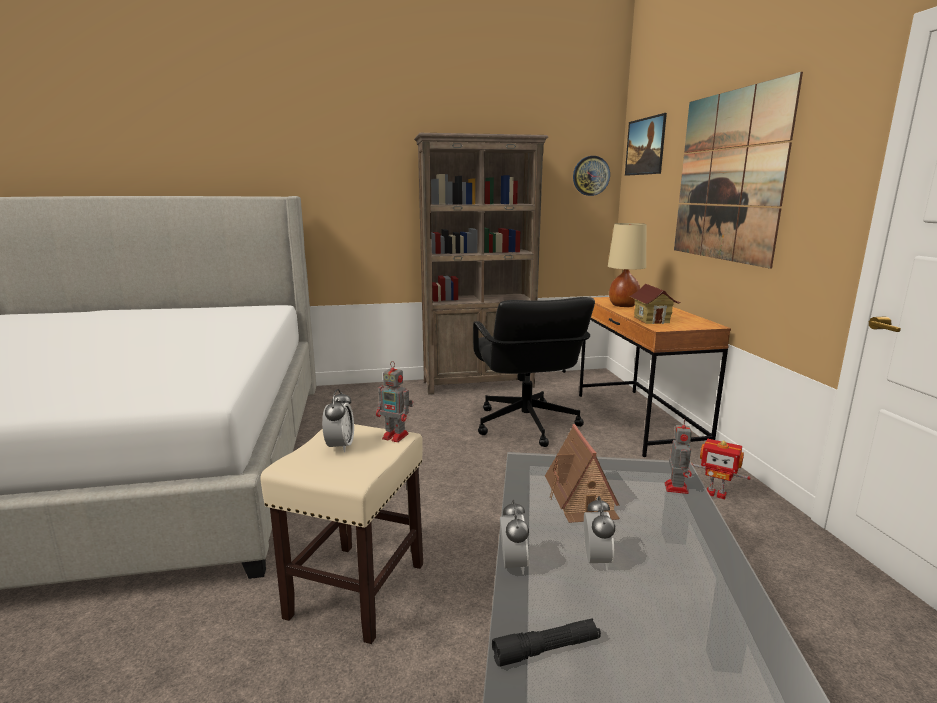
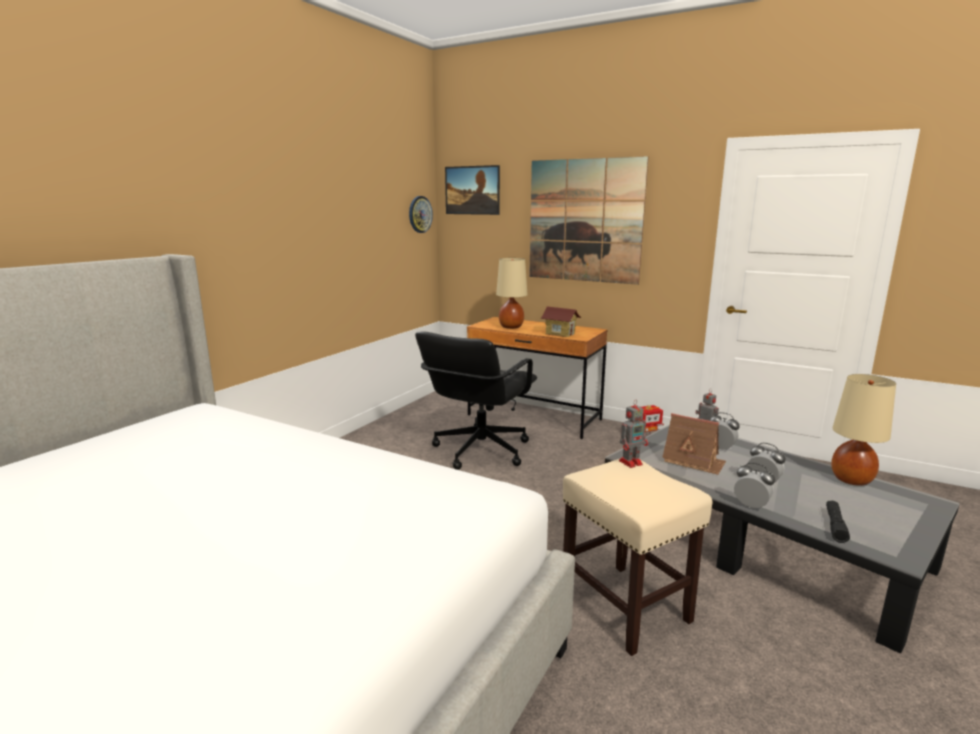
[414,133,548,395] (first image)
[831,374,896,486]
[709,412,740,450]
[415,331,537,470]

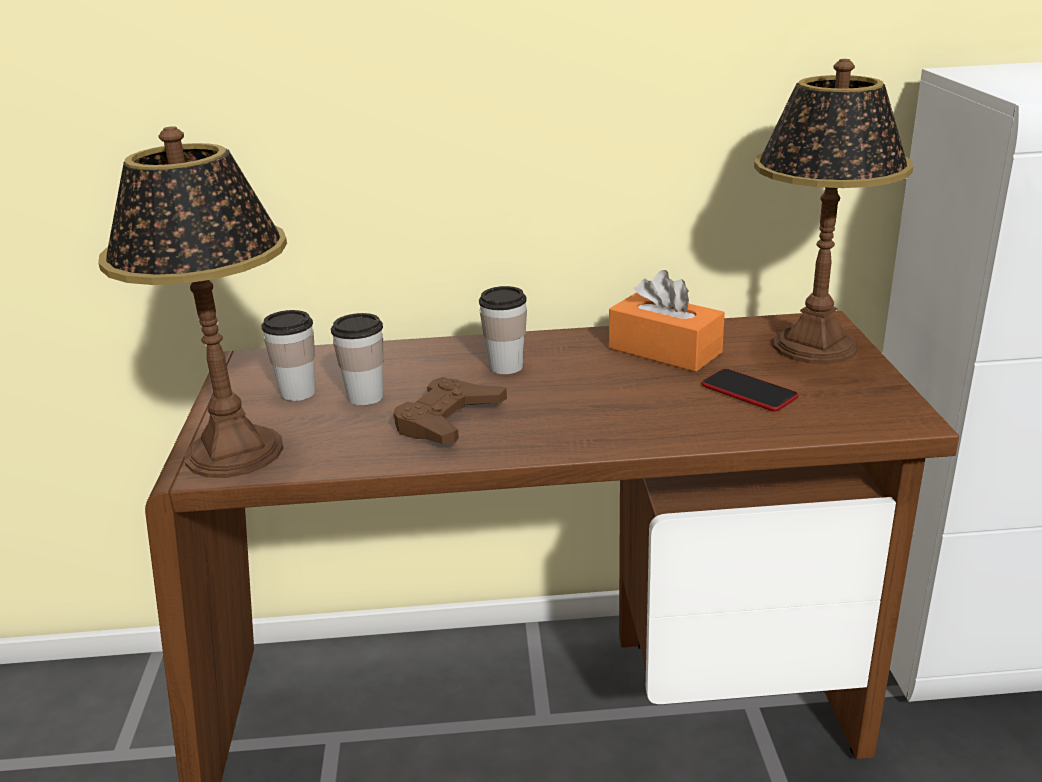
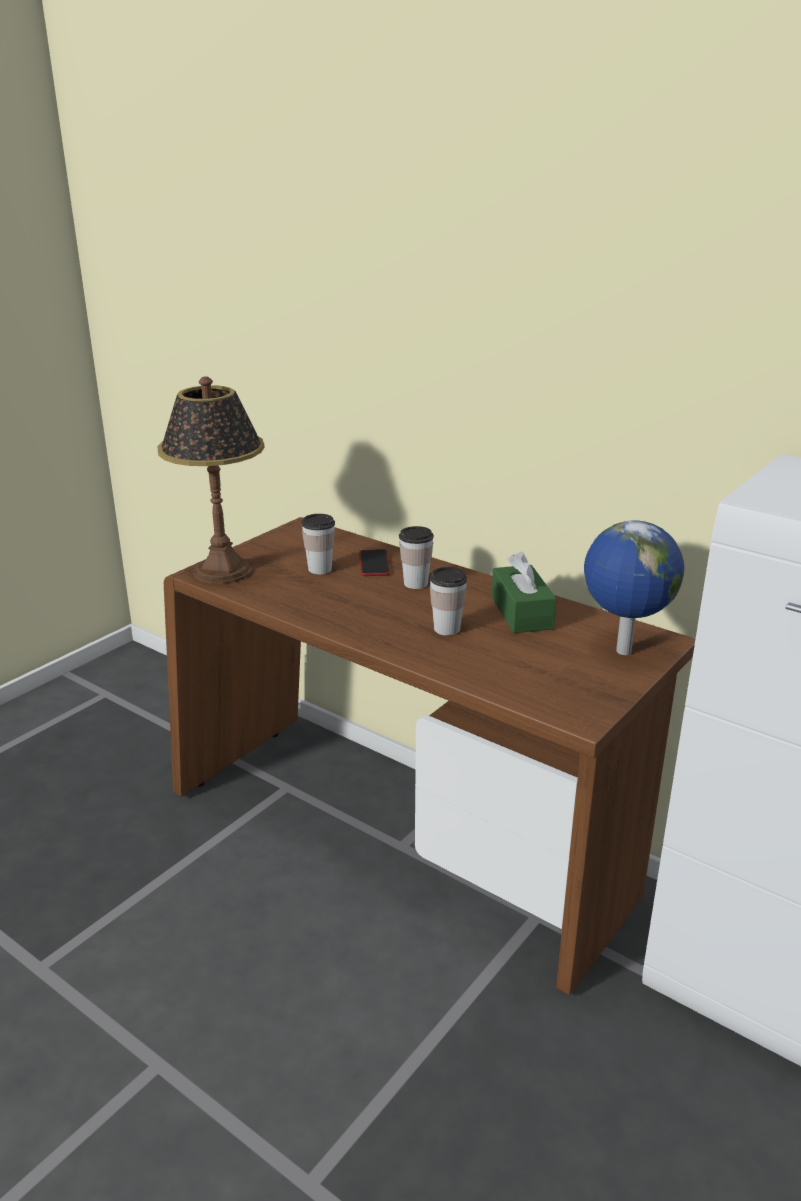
[393,377,507,444] (first image)
[430,567,467,636]
[359,549,390,576]
[584,521,684,655]
[492,552,557,633]

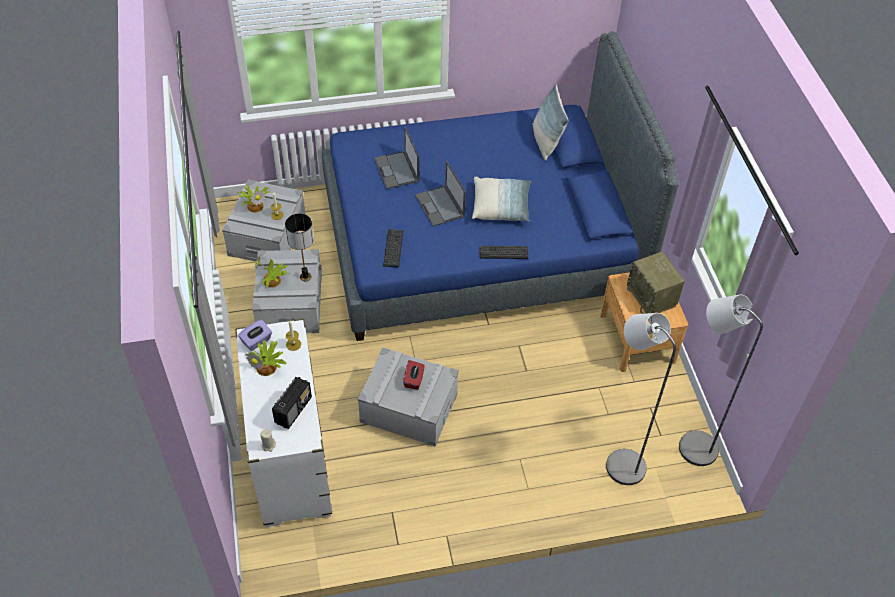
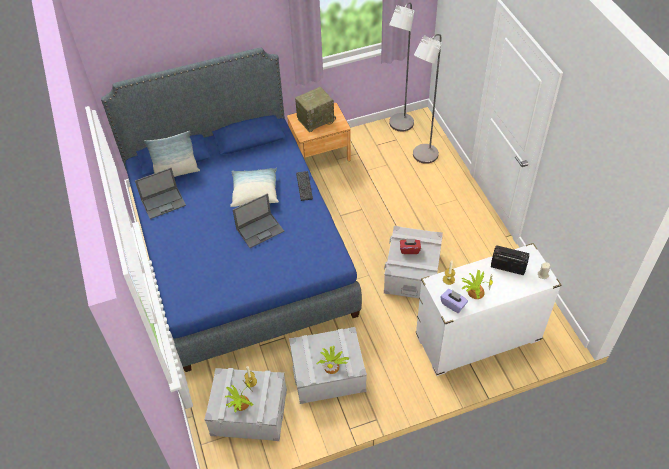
[285,214,314,281] (first image)
[383,229,403,267] (first image)
[135,168,186,219]

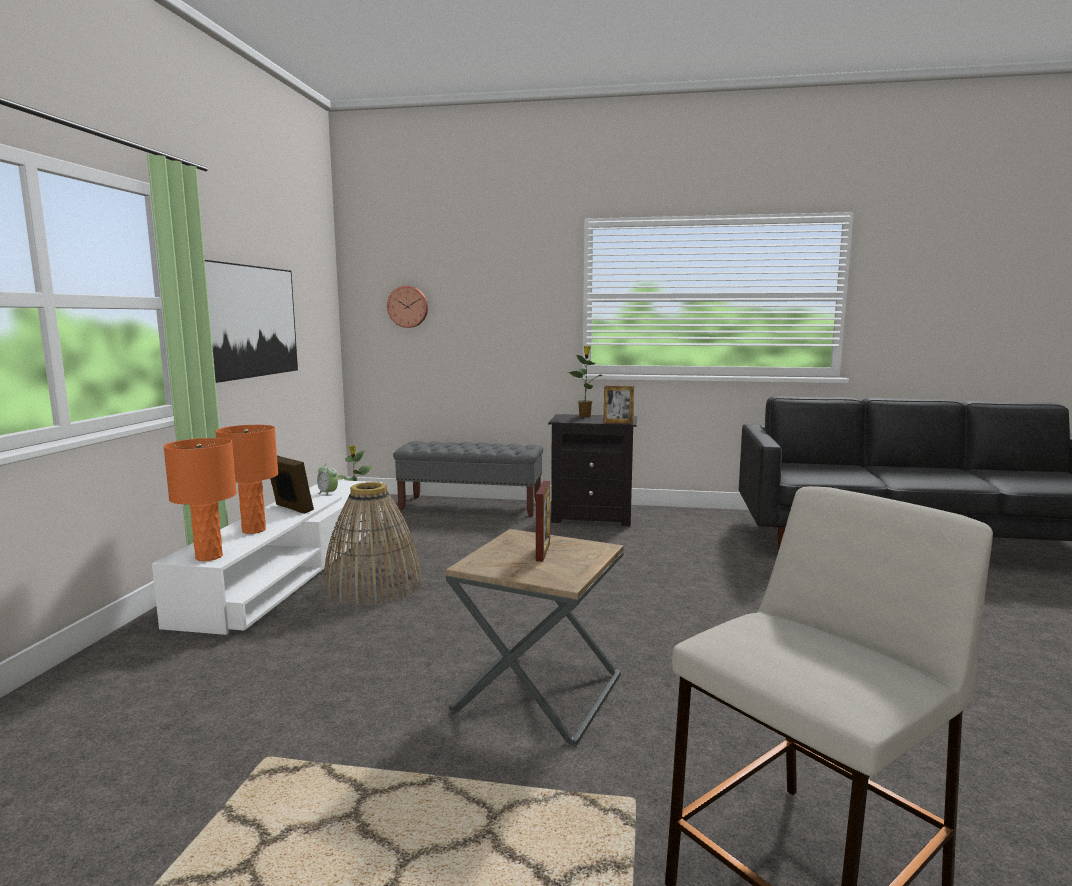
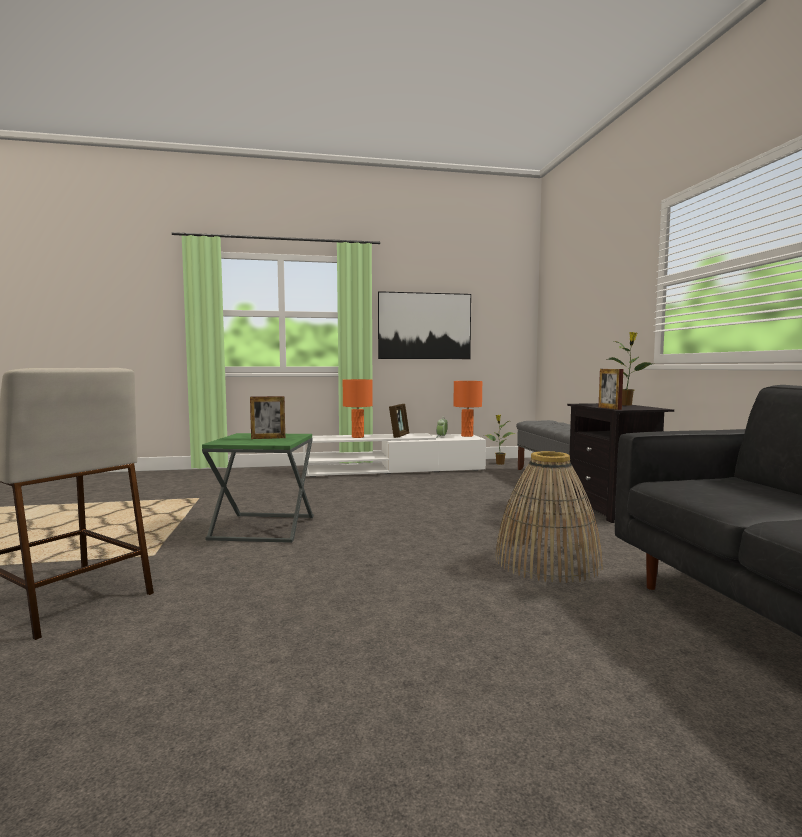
[387,286,428,328] (first image)
[453,381,483,437]
[495,451,602,583]
[202,433,314,543]

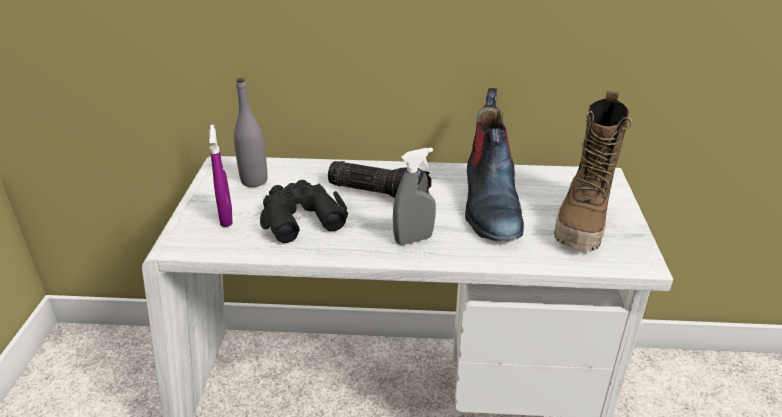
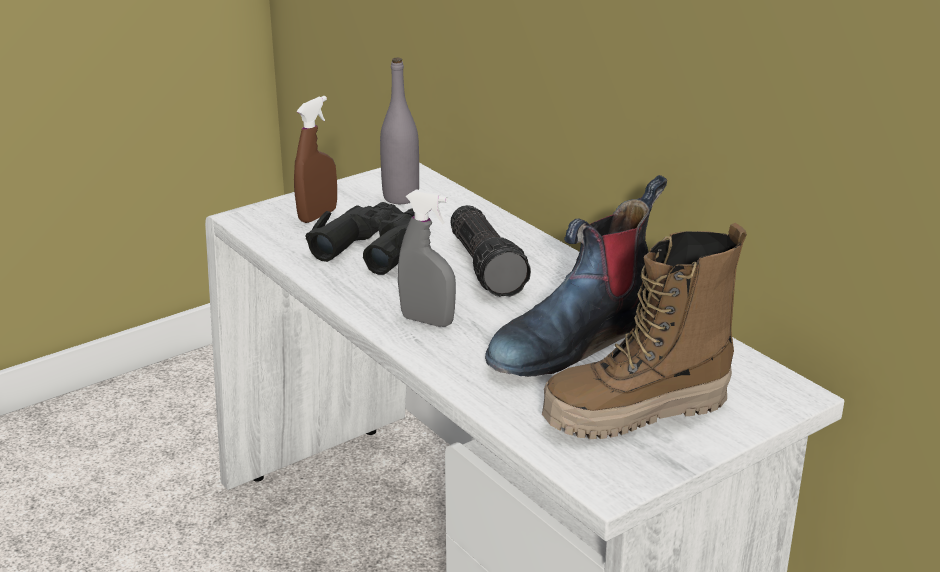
[294,96,337,223]

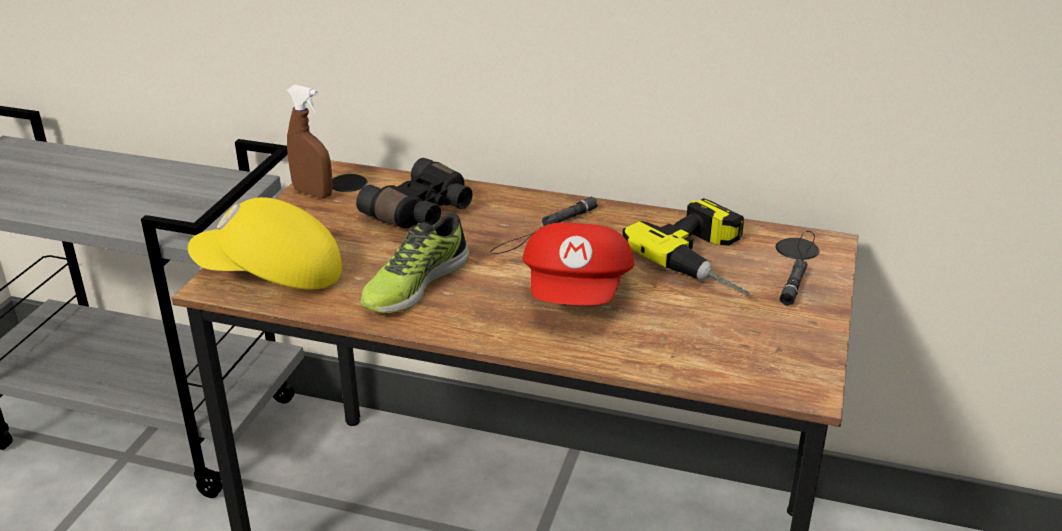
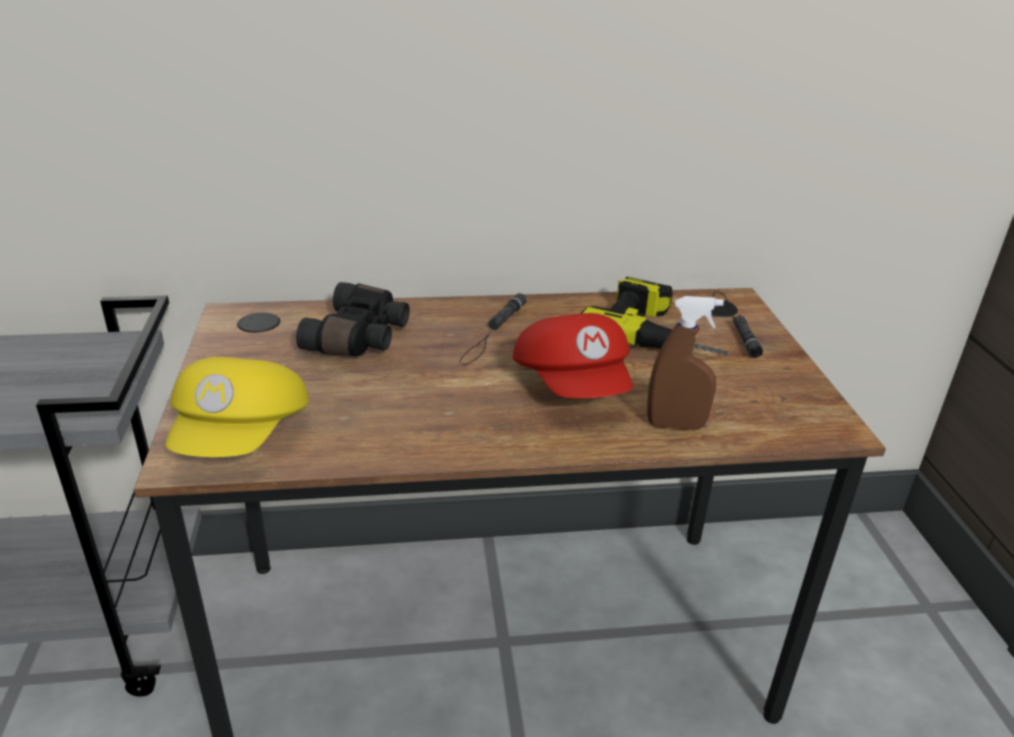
[361,213,469,313] (first image)
[647,296,724,430]
[165,357,309,457]

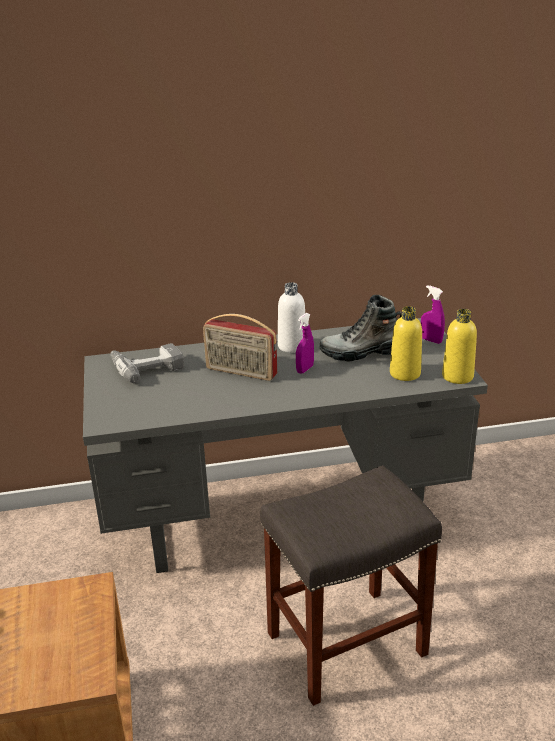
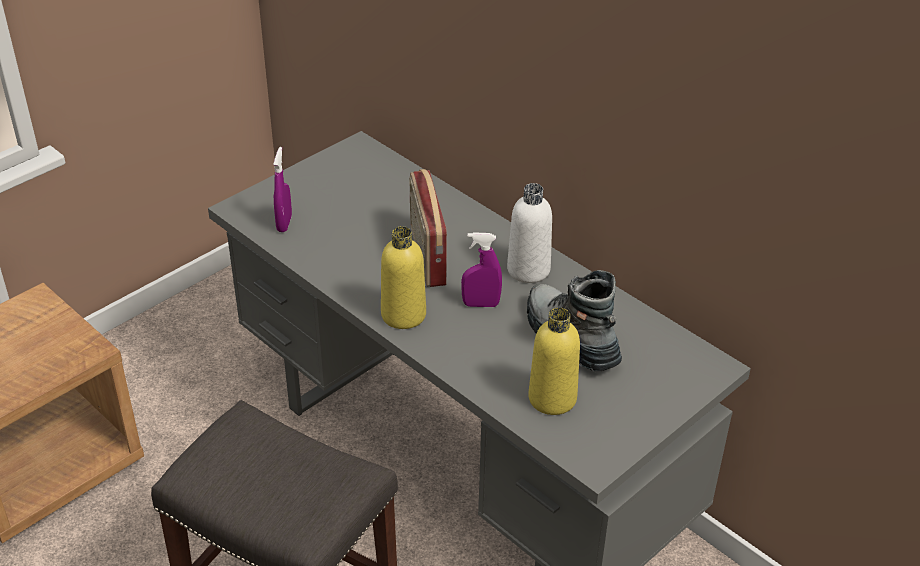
[111,343,185,383] (first image)
[273,147,292,232]
[381,226,426,329]

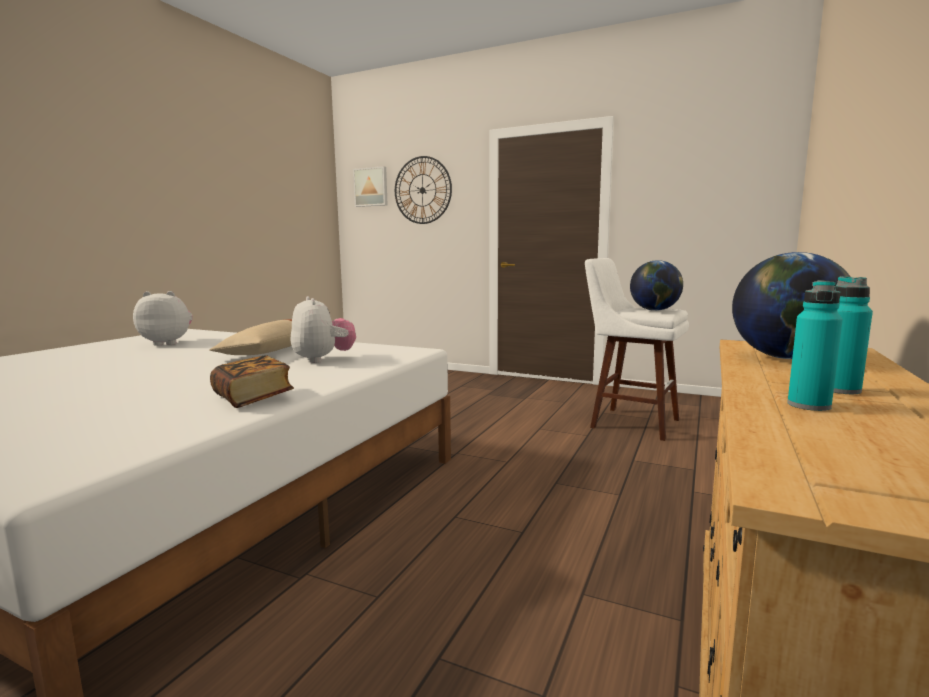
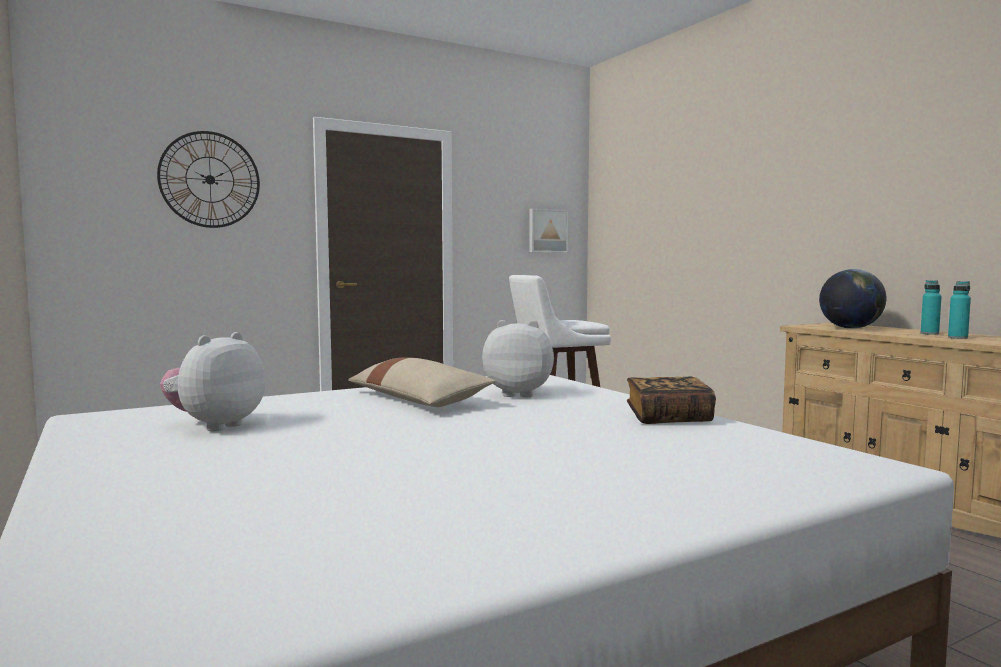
[630,260,683,311] (first image)
[529,208,568,253]

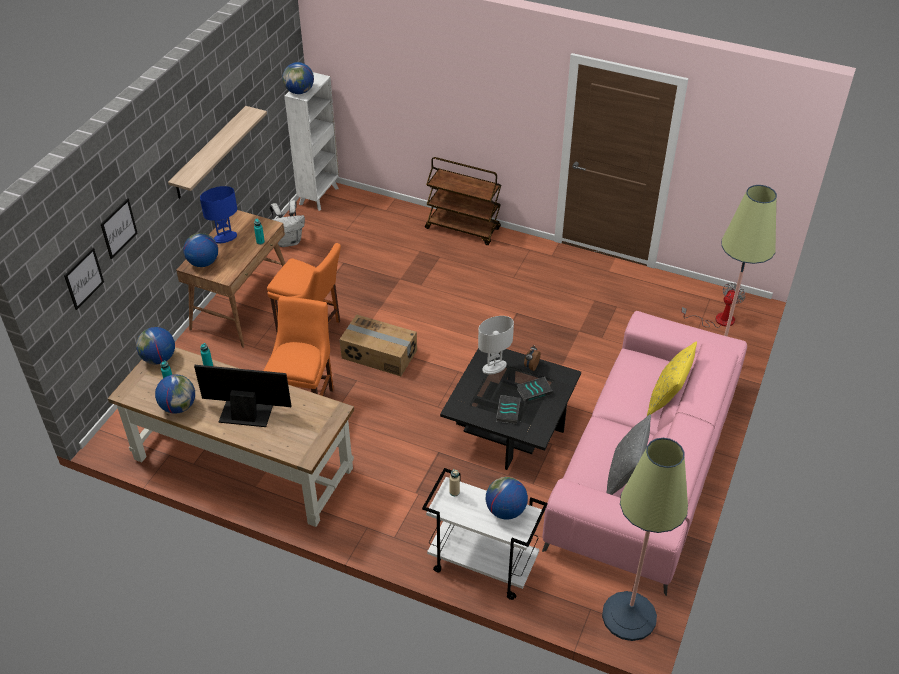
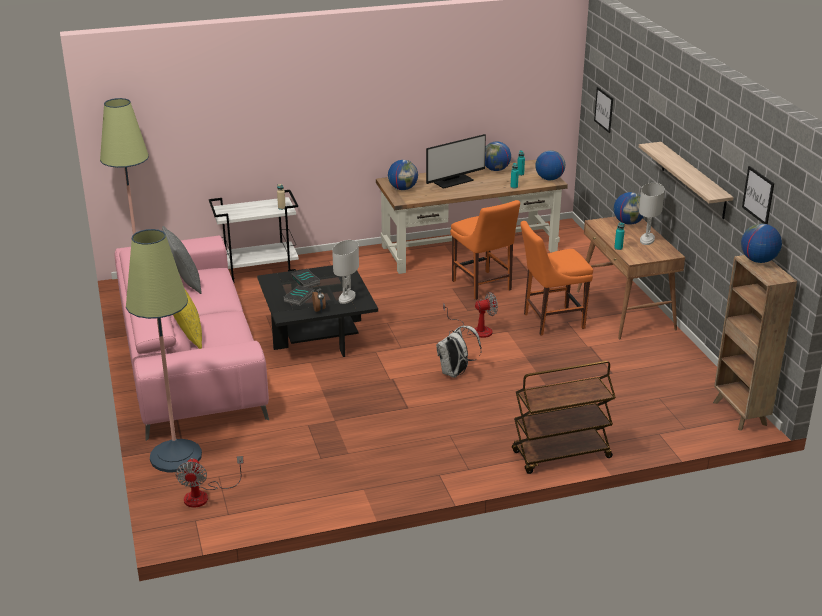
[742,166,774,224]
[436,326,481,378]
[388,160,418,190]
[443,292,498,338]
[639,183,665,245]
[713,255,797,431]

